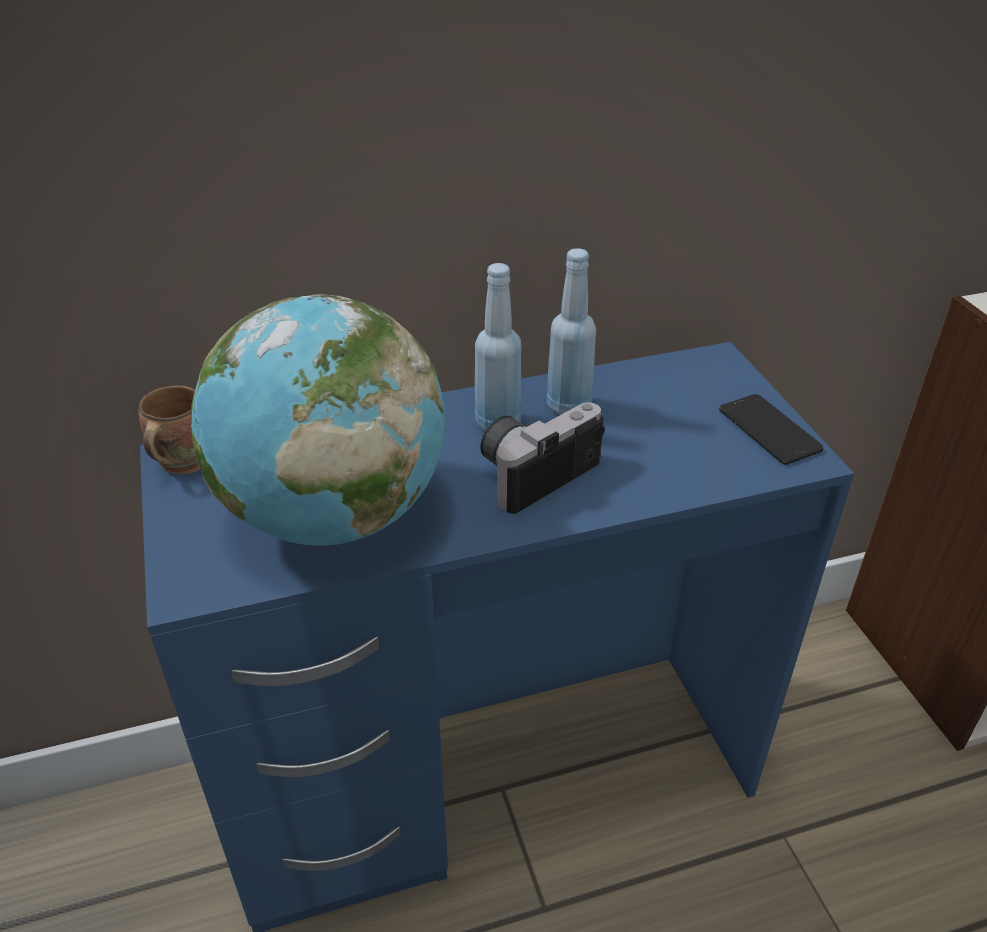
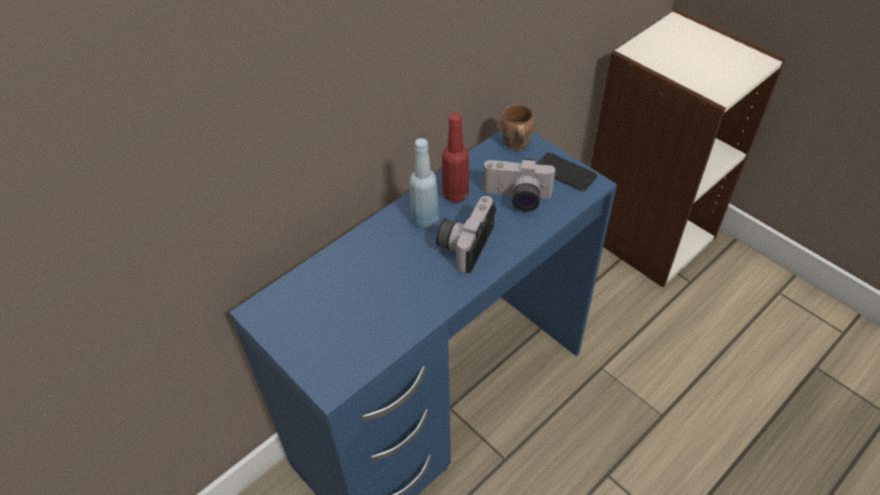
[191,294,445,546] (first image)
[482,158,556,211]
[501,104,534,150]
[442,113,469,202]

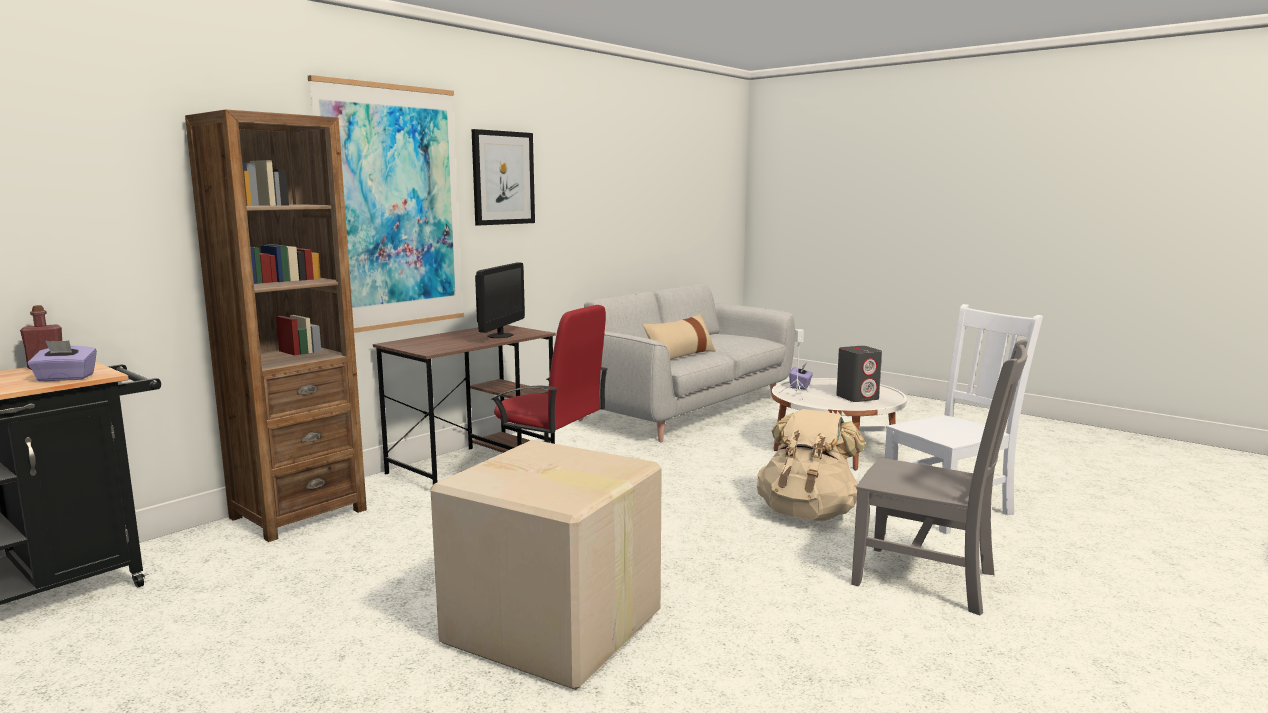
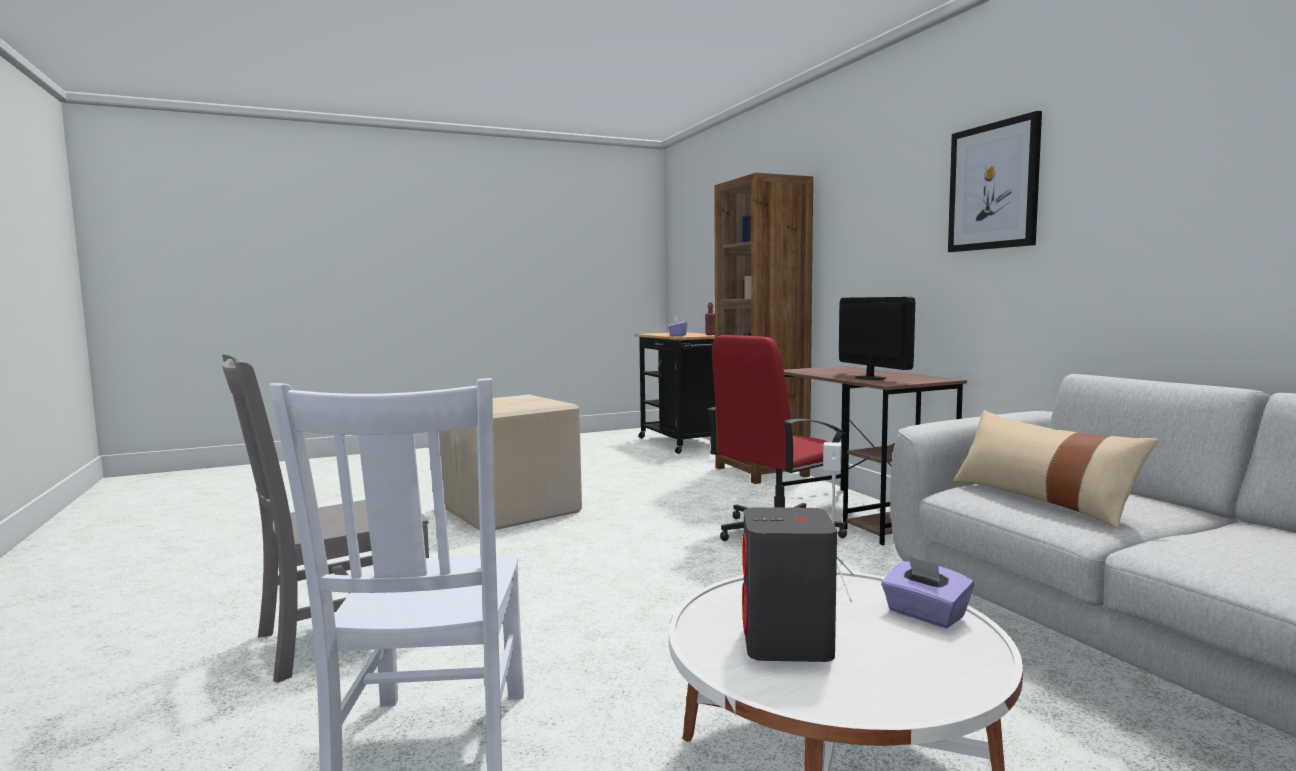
[308,75,464,333] (first image)
[757,409,866,521] (first image)
[839,297,915,380]

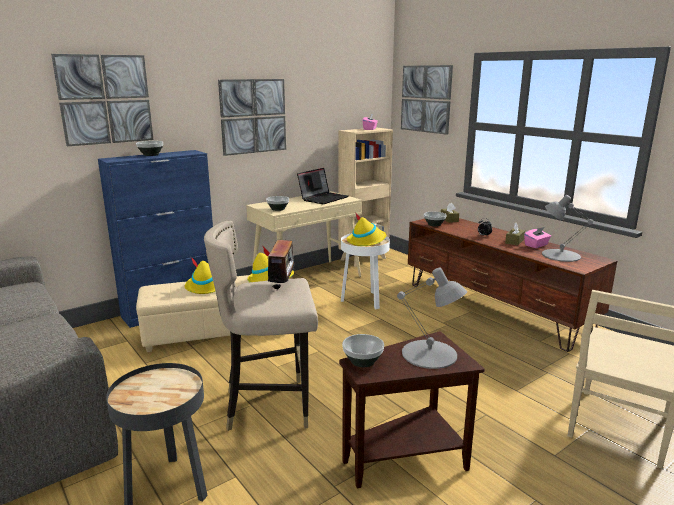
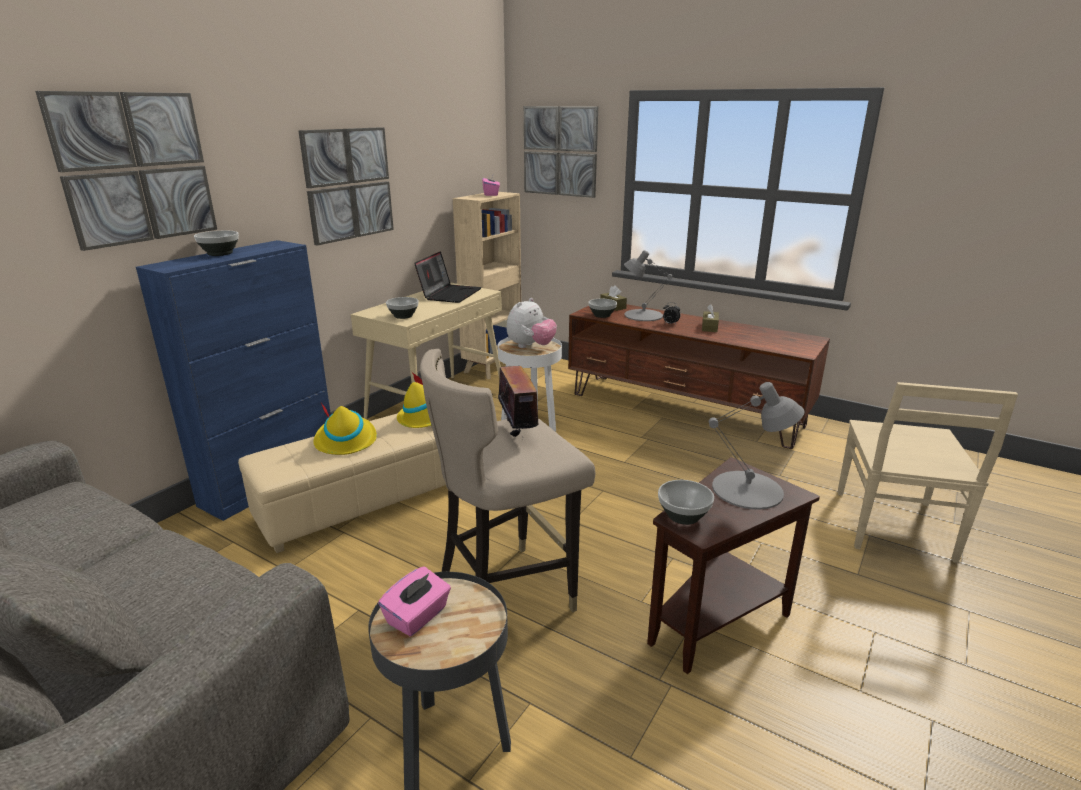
[378,566,451,636]
[624,250,672,321]
[507,298,557,348]

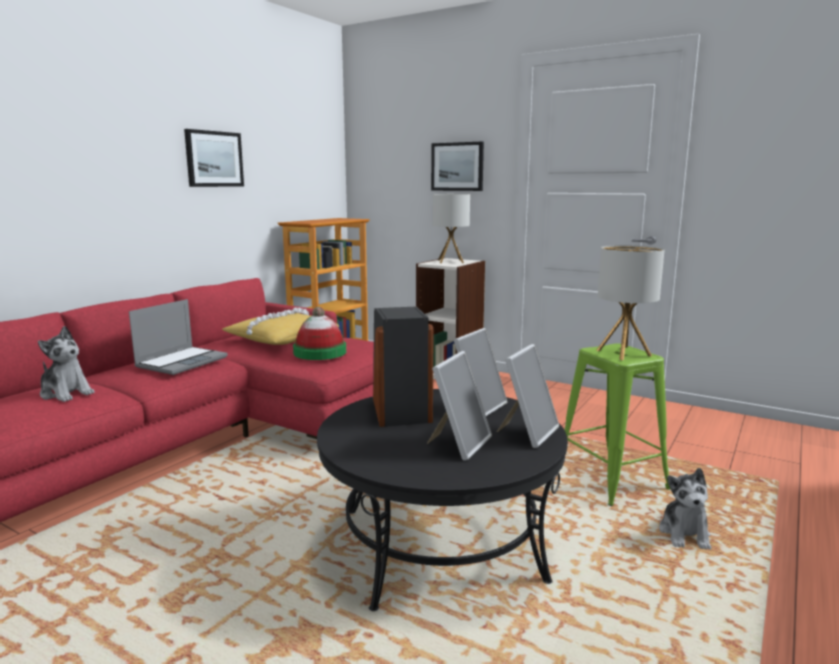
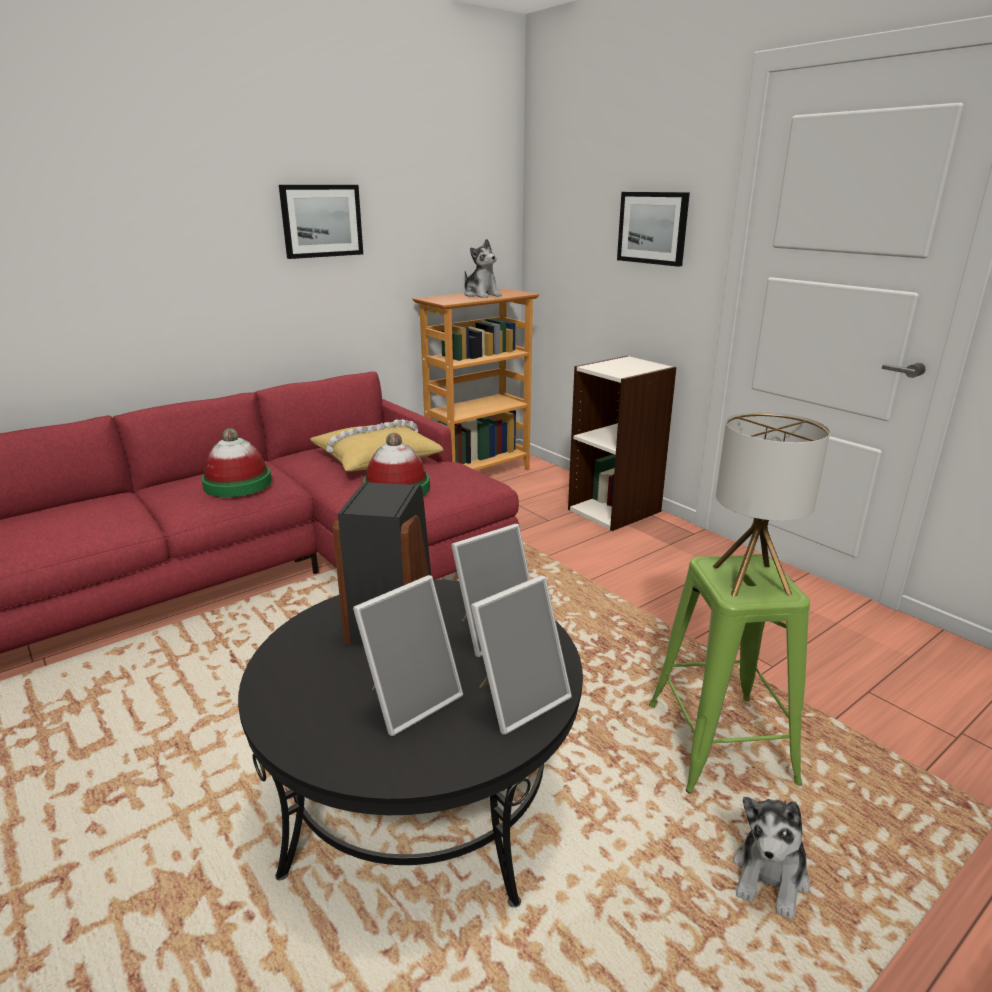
[433,194,470,263] (first image)
[464,239,502,298]
[201,428,272,497]

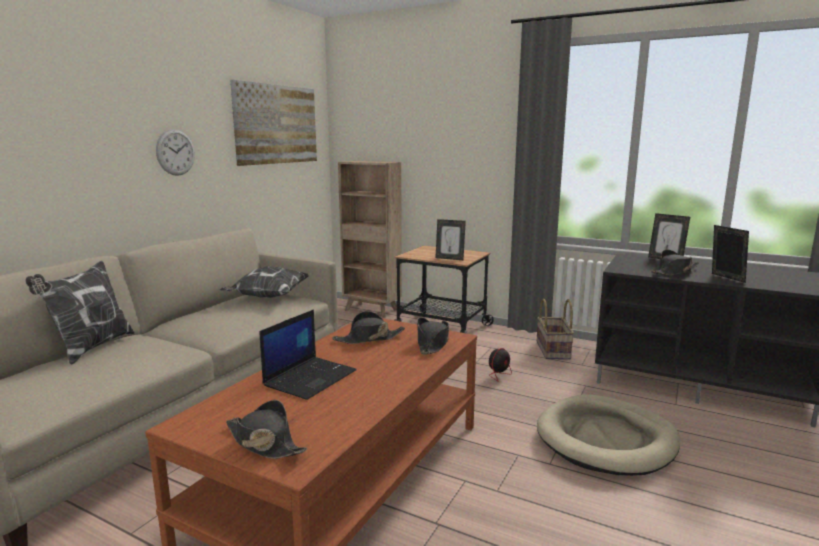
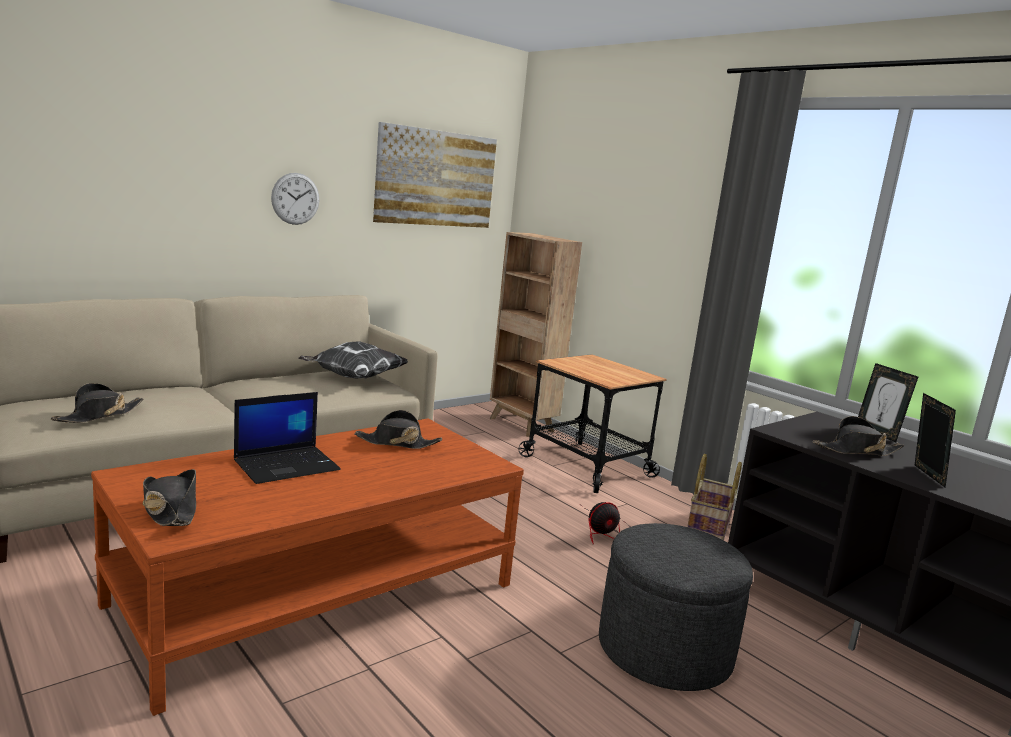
[25,261,135,365] (first image)
[435,219,466,260] (first image)
[51,383,144,423]
[599,523,753,691]

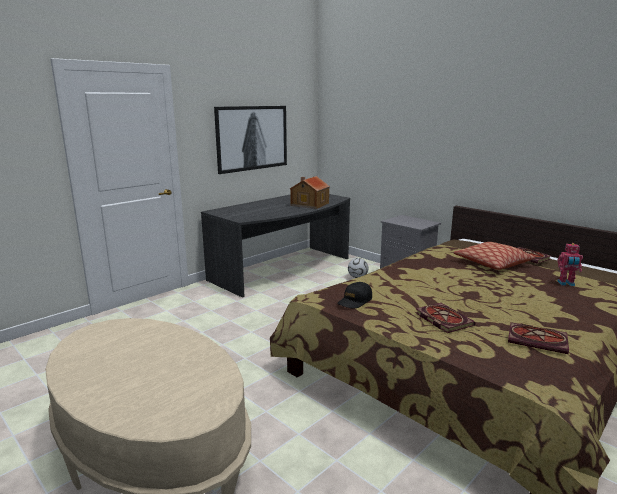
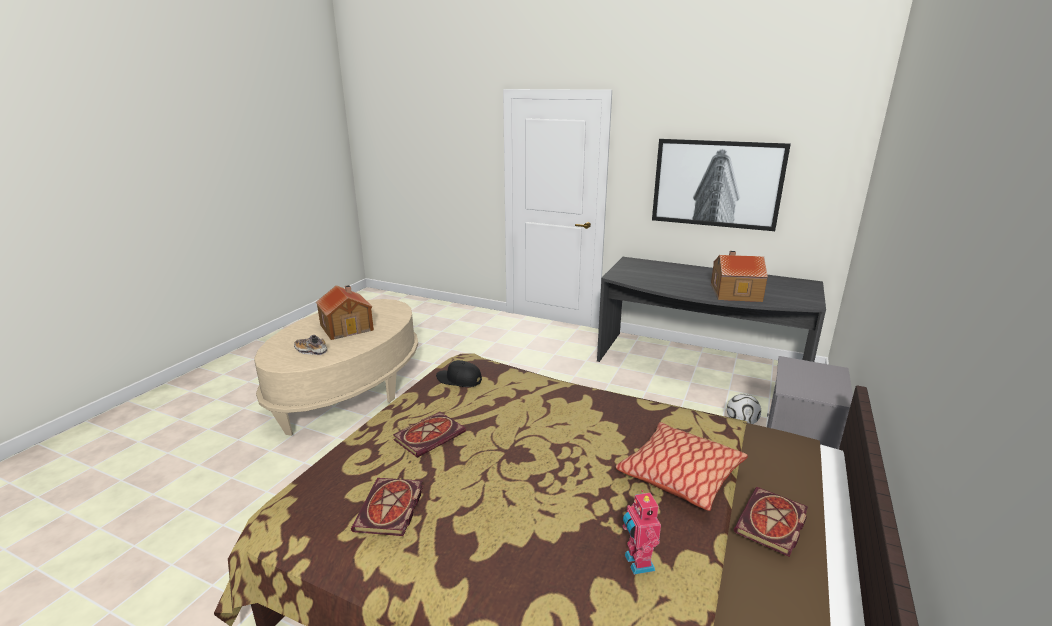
[294,335,327,355]
[316,285,374,340]

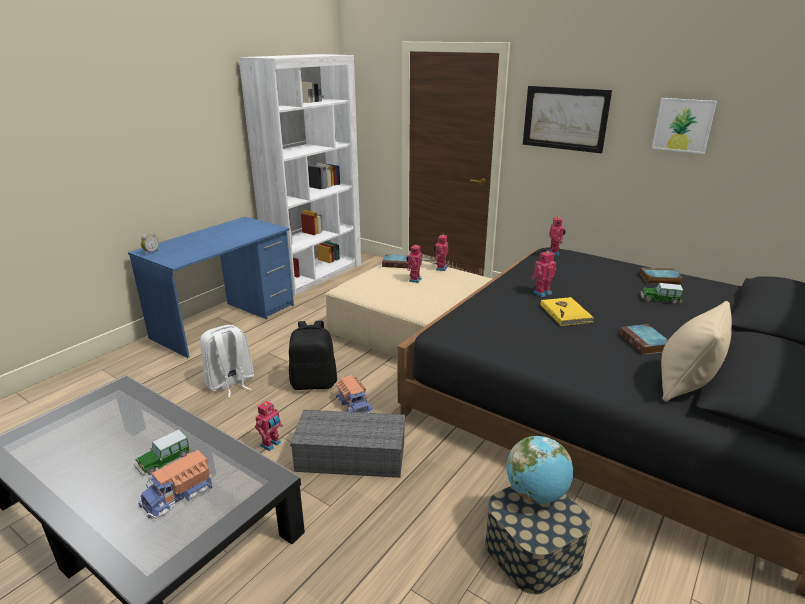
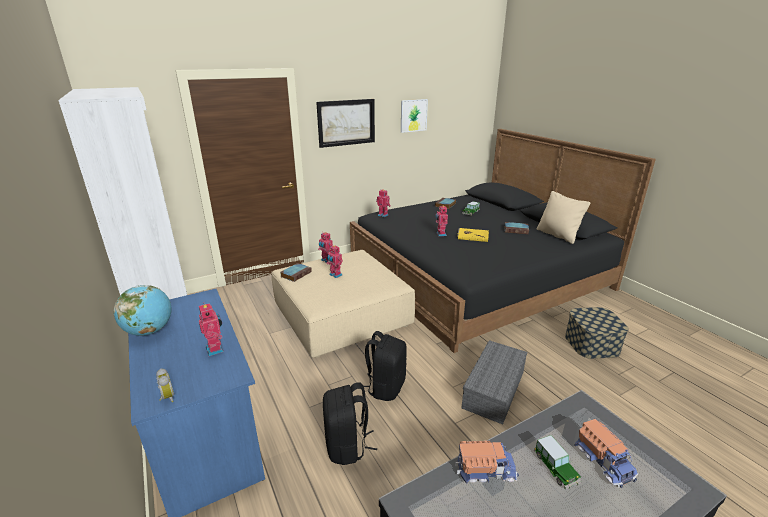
[199,303,224,356]
[455,441,519,484]
[114,285,171,336]
[323,382,377,465]

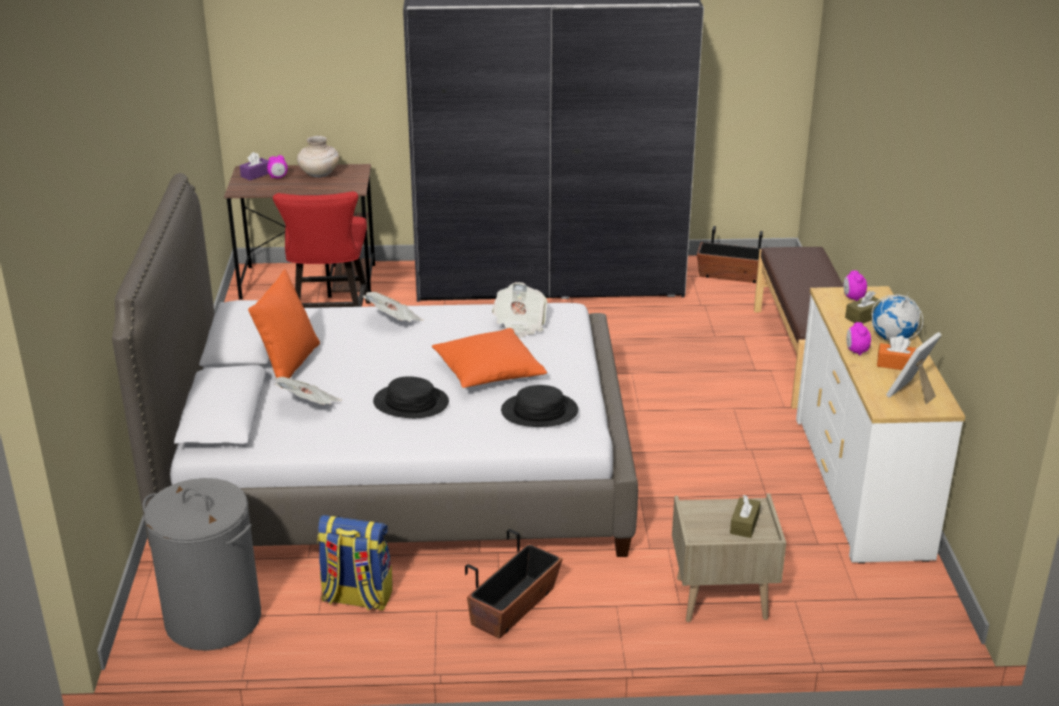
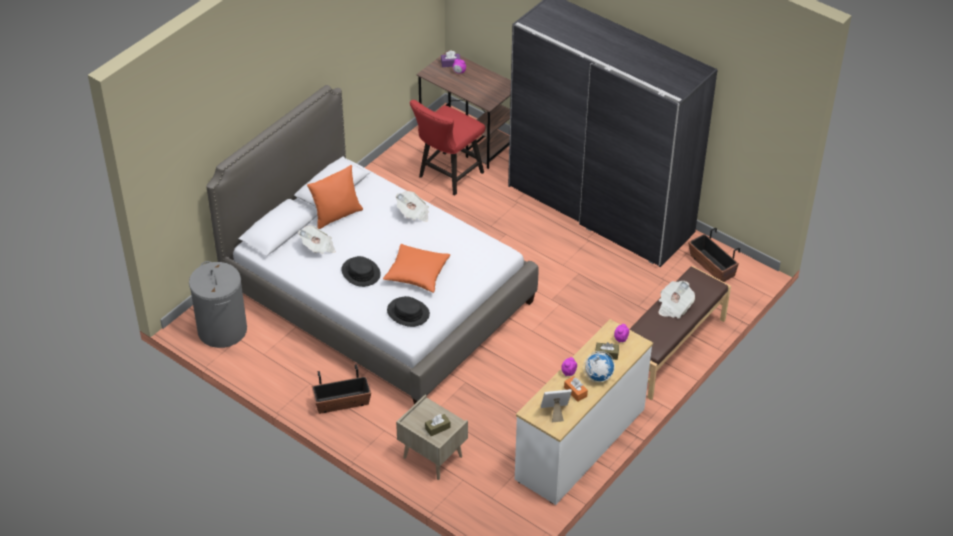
[297,136,339,178] (first image)
[317,515,393,611] (first image)
[658,281,695,318]

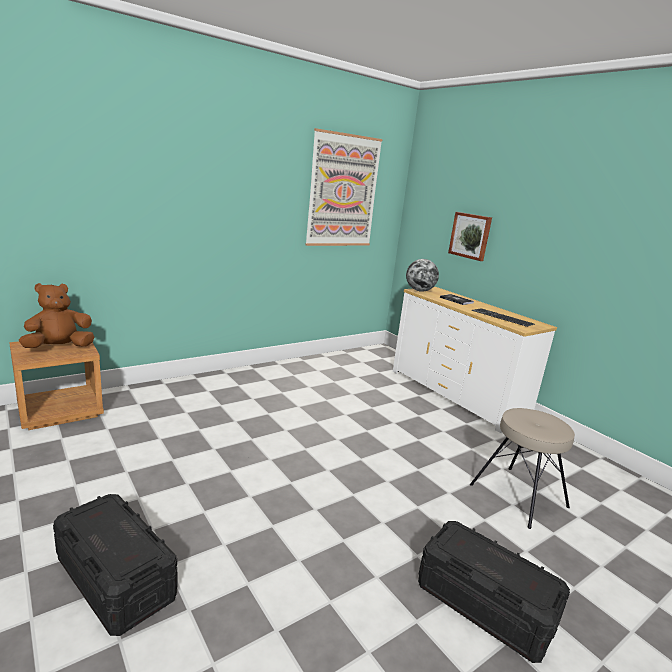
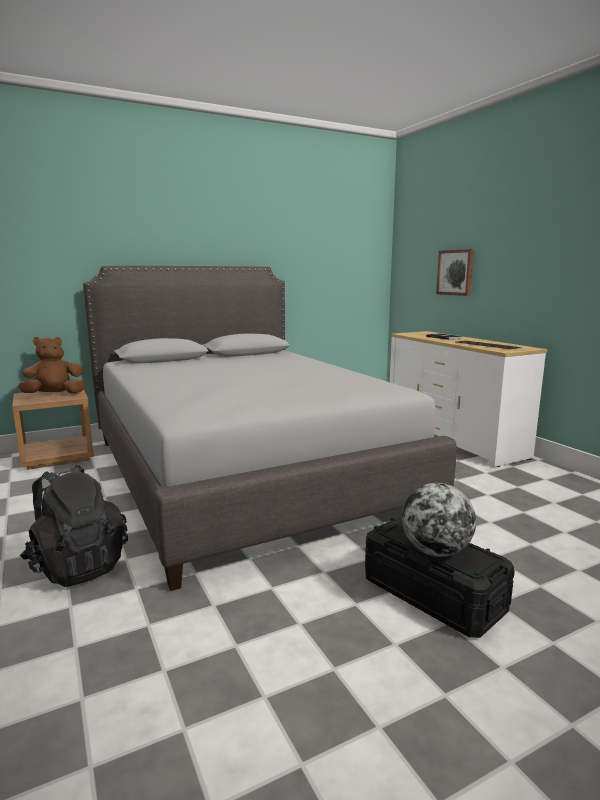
[305,128,382,246] (first image)
[470,408,575,529] (first image)
[83,266,457,591]
[402,483,476,557]
[20,465,128,587]

